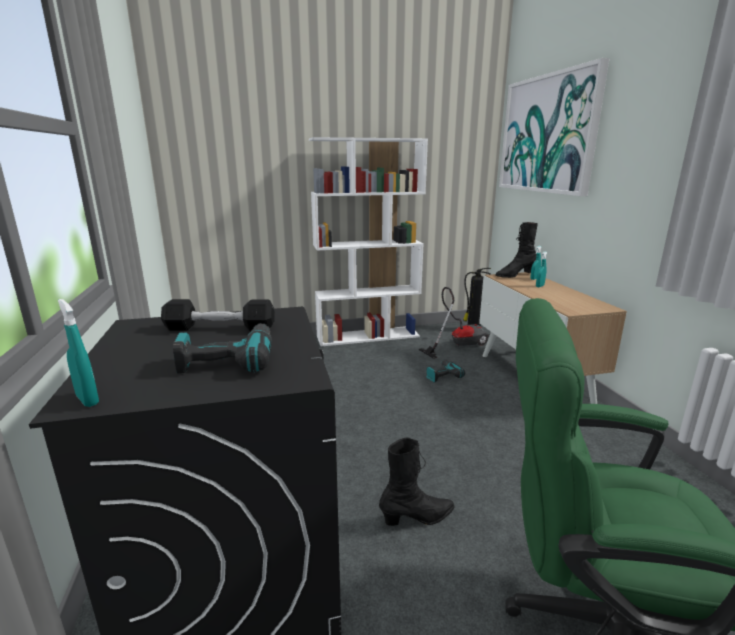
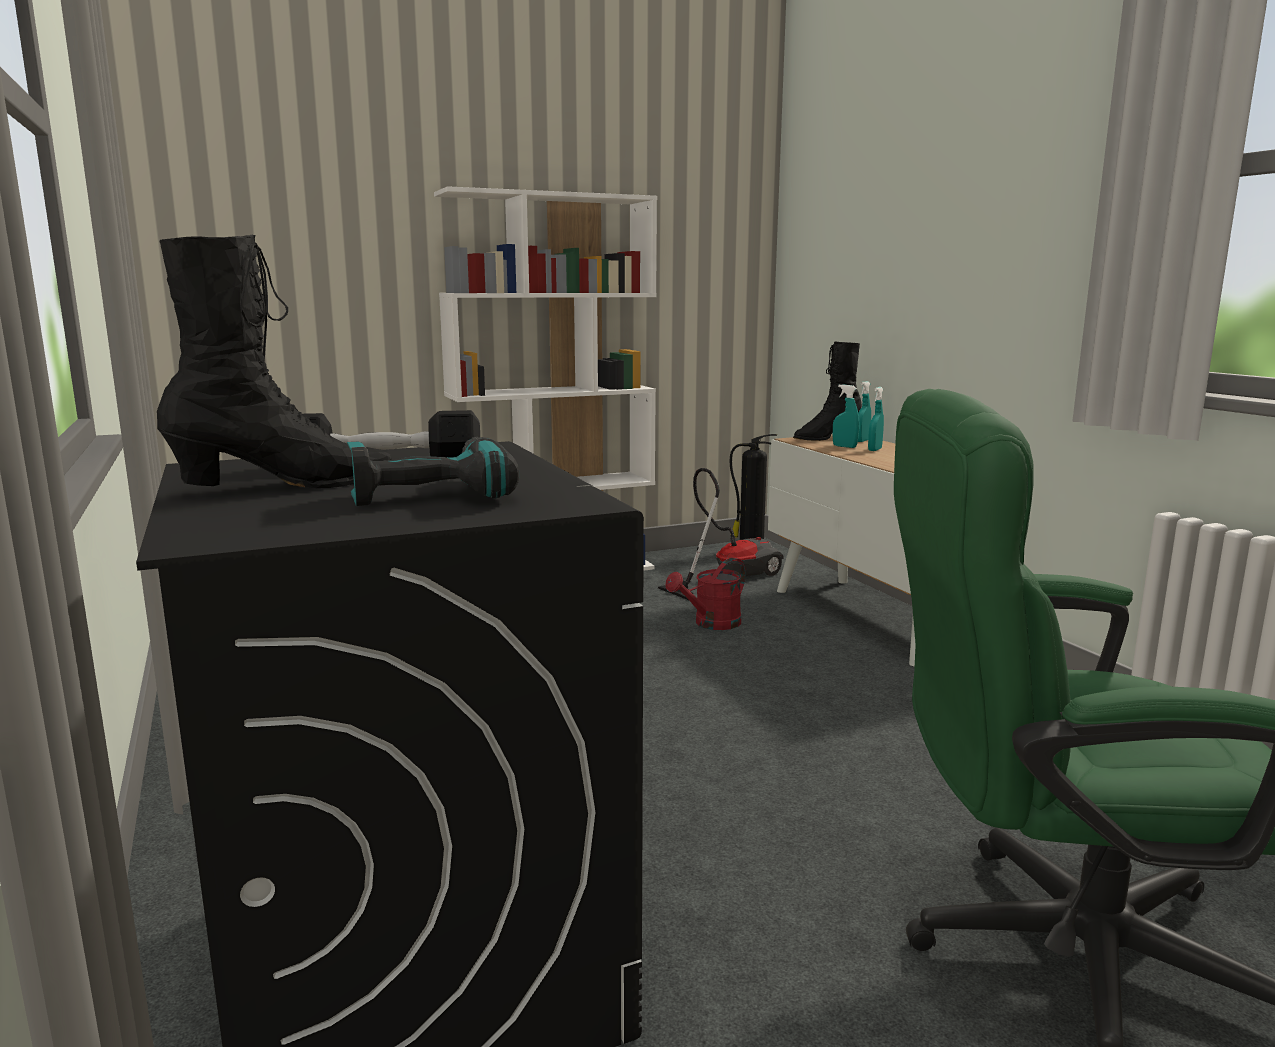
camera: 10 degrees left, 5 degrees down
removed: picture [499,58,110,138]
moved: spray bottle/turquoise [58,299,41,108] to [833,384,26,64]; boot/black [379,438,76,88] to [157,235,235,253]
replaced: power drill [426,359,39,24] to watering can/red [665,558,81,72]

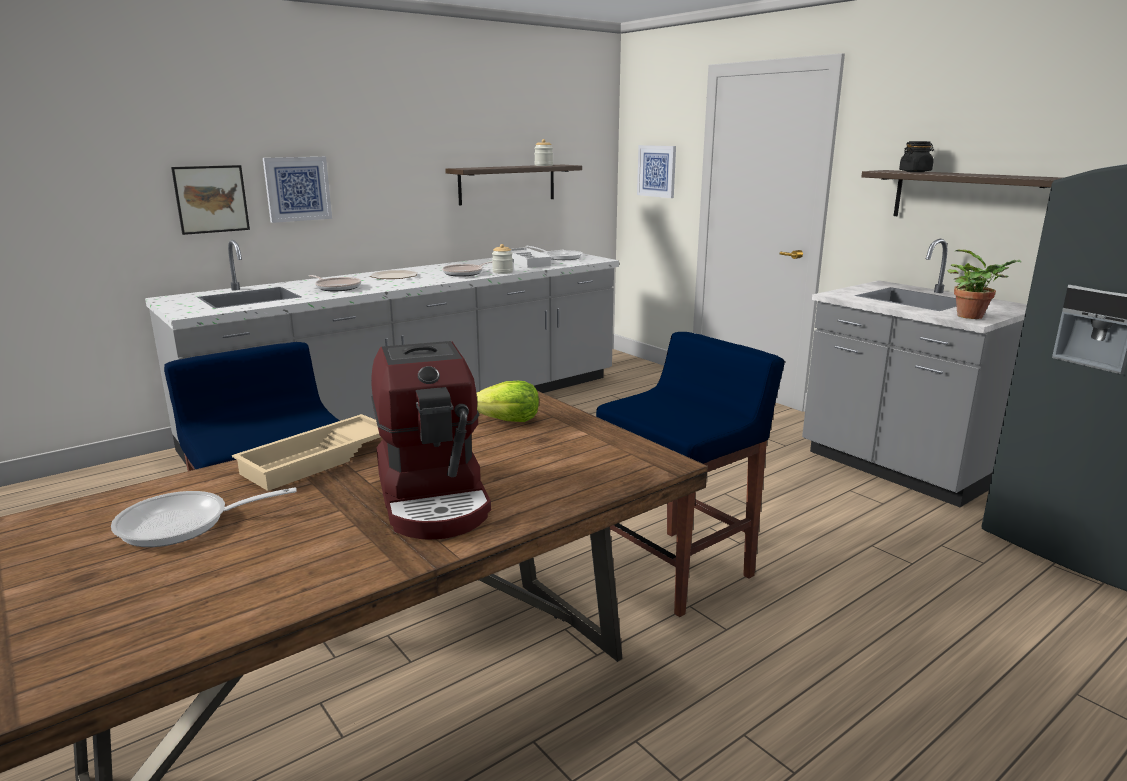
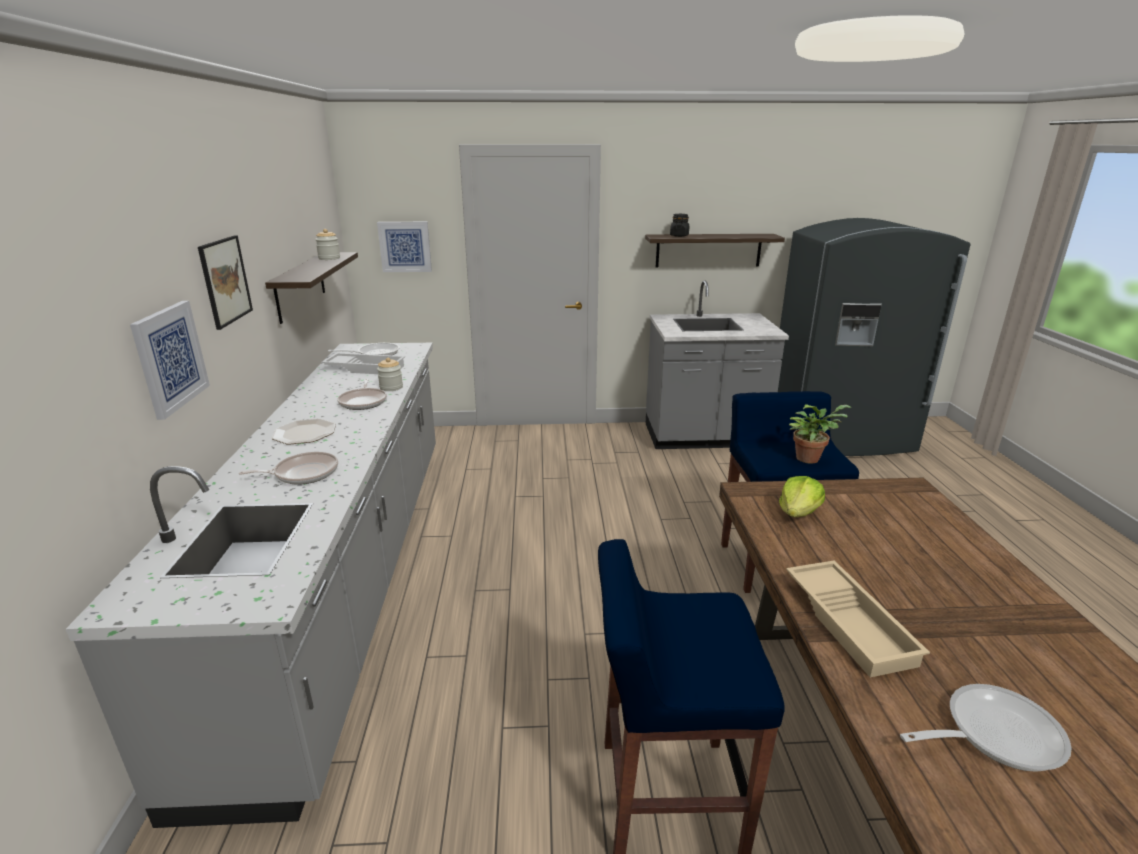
camera: 55 degrees left, 5 degrees up
removed: coffee machine [371,341,120,198]
moved: picture [171,165,79,70] to [198,235,55,95]; potted plant [947,250,75,69] to [789,404,62,60]
turned: frying pan [111,487,186,60] = [900,684,172,88] 120 degrees counterclockwise

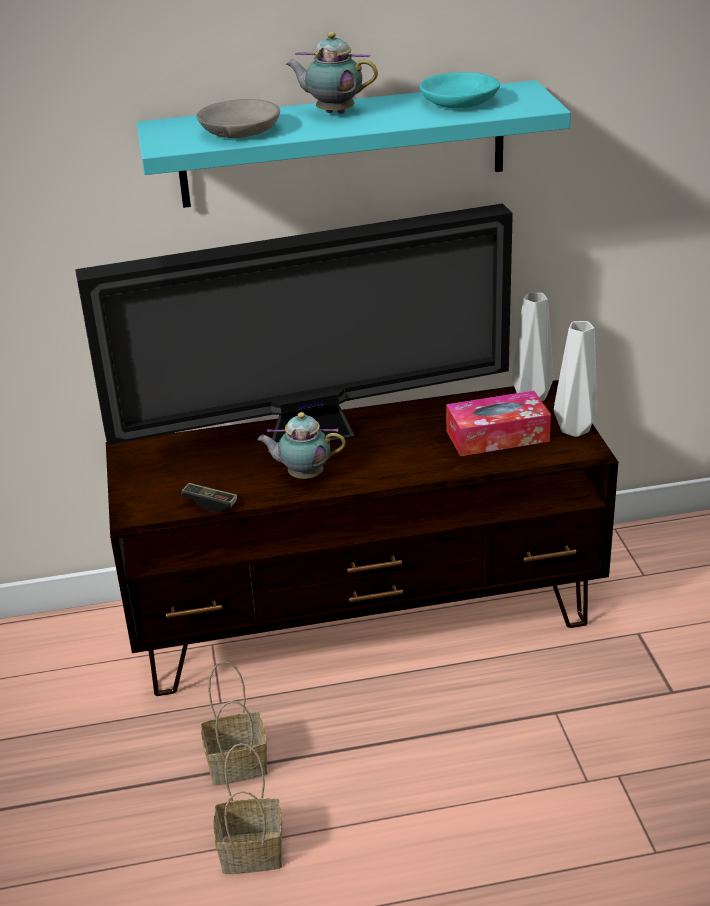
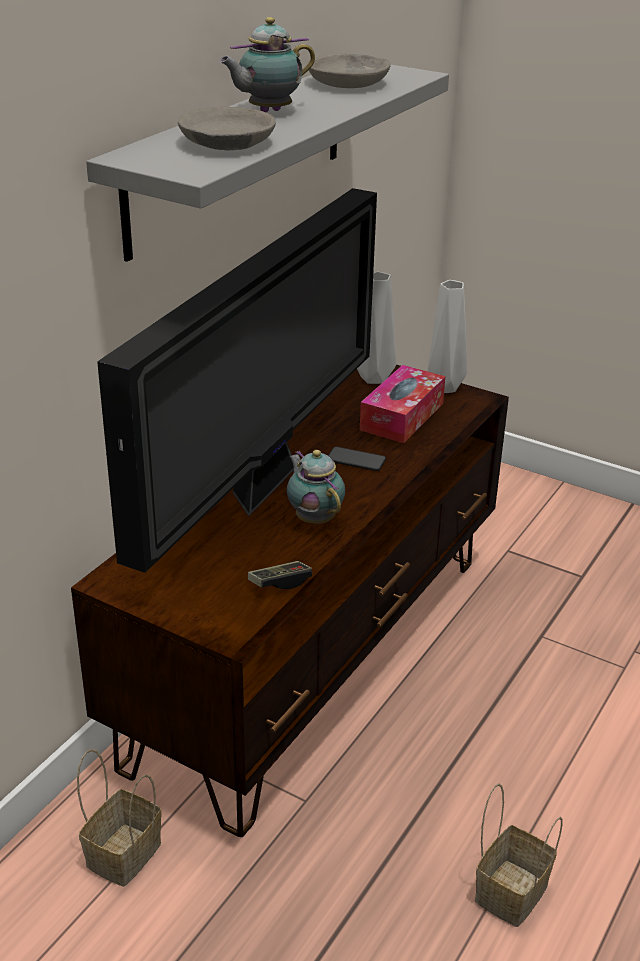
camera: 50 degrees left, 0 degrees up
added: phone [328,447,58,24]
moved: basket [201,661,67,124] to [77,749,85,138]
recoloured: bowl/turquoise [419,72,81,36] to bowl/grey [307,54,83,34]; shelf/turquoise [137,80,434,128] to shelf/grey [86,64,363,198]
turned: teapot [257,412,89,67] = [287,450,58,74] 105 degrees clockwise

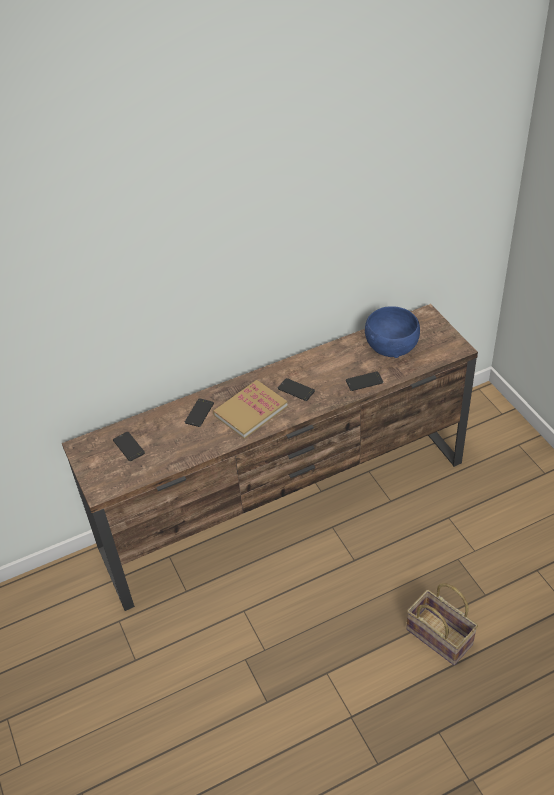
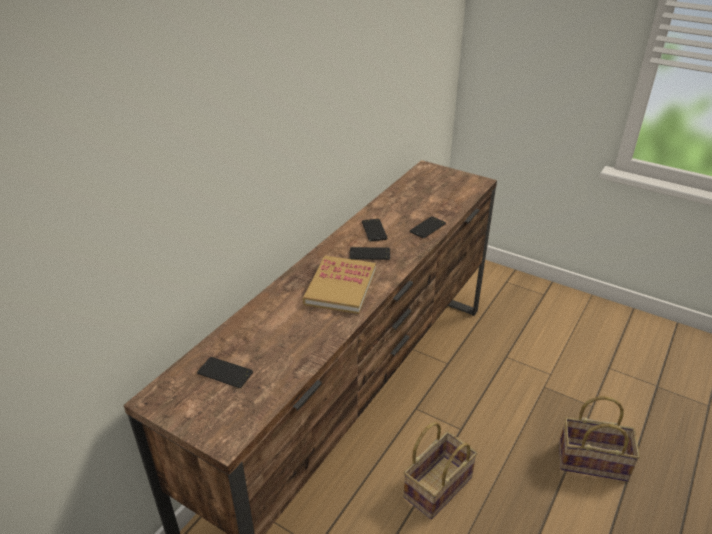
camera: 35 degrees left, 10 degrees down
removed: bowl/blue [365,306,55,52]
added: basket [403,422,75,97]
moved: phone [185,398,29,29] to [362,219,26,22]

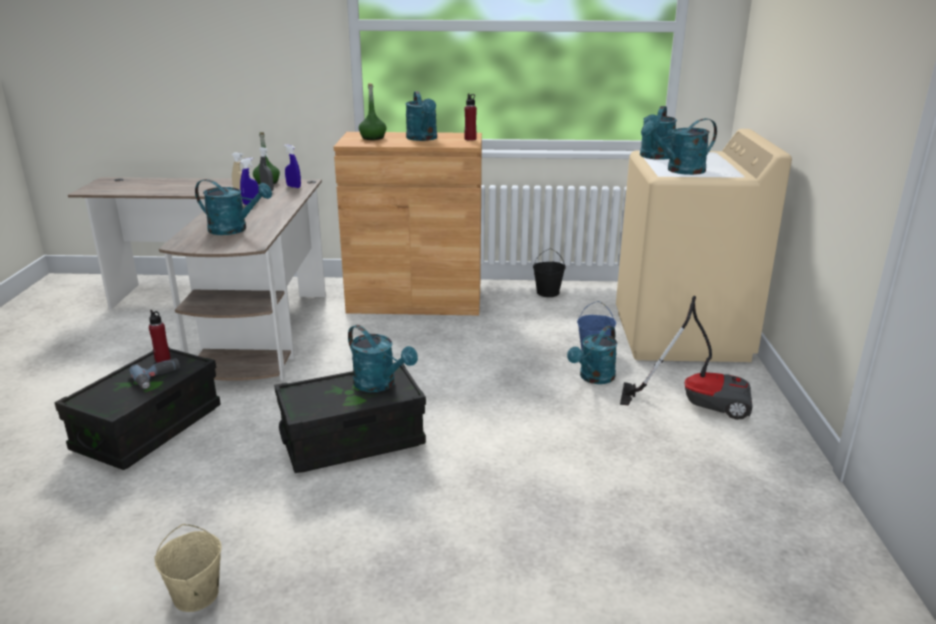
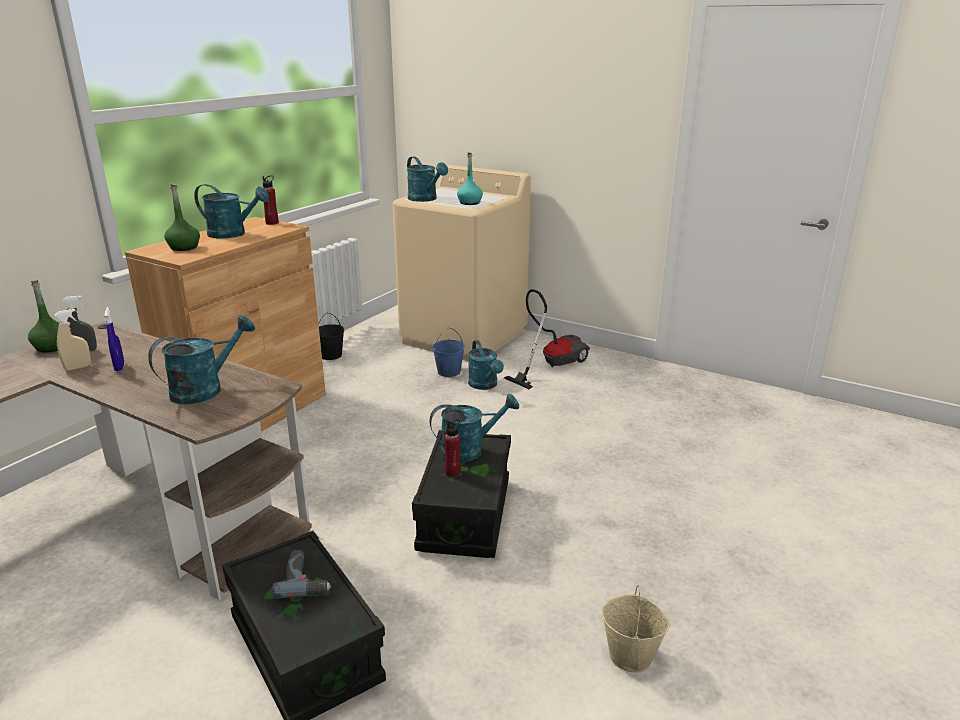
camera: 60 degrees left, 0 degrees up
removed: spray bottle/blue [284,145,17,43]
moved: bottle/red [149,310,22,53] to [444,419,17,58]
replaced: watering can/turquoise [641,118,76,57] to bottle/turquoise [457,152,26,53]

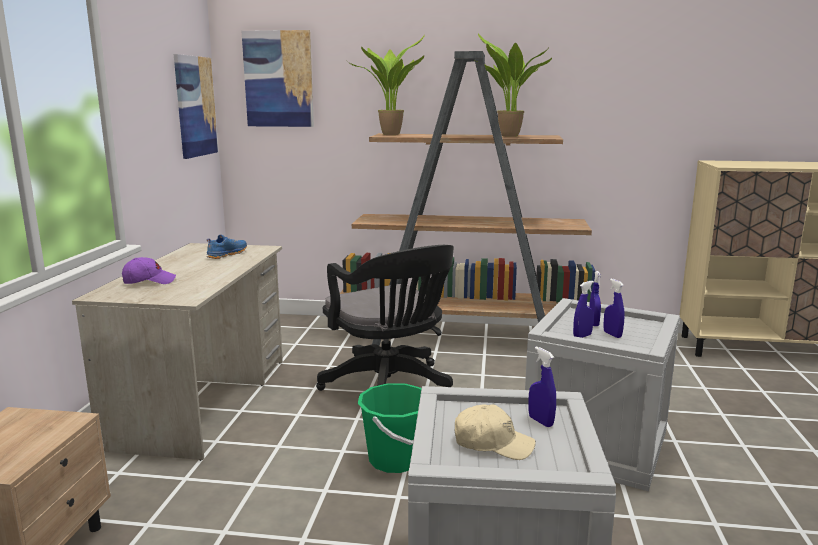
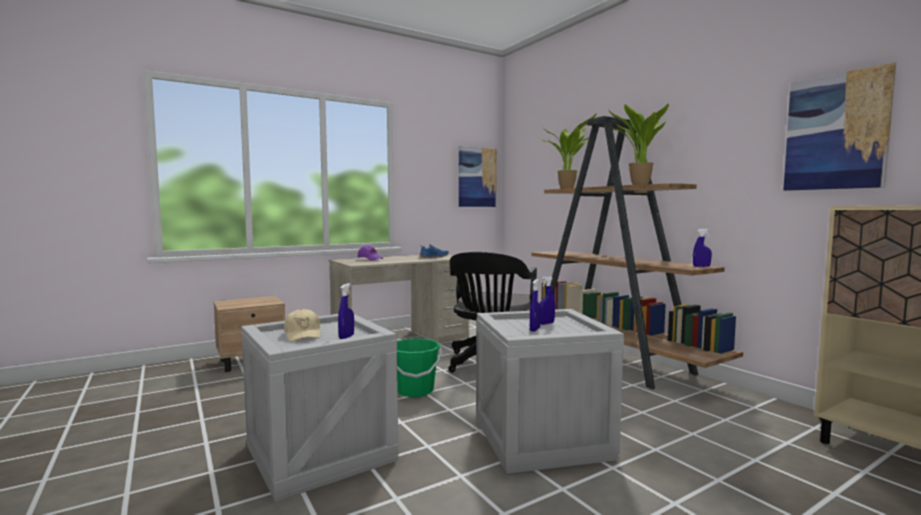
camera: 50 degrees right, 10 degrees down
moved: picture [242,30,72,97] to [783,62,113,129]; spray bottle/blue [573,281,21,57] to [693,229,19,38]

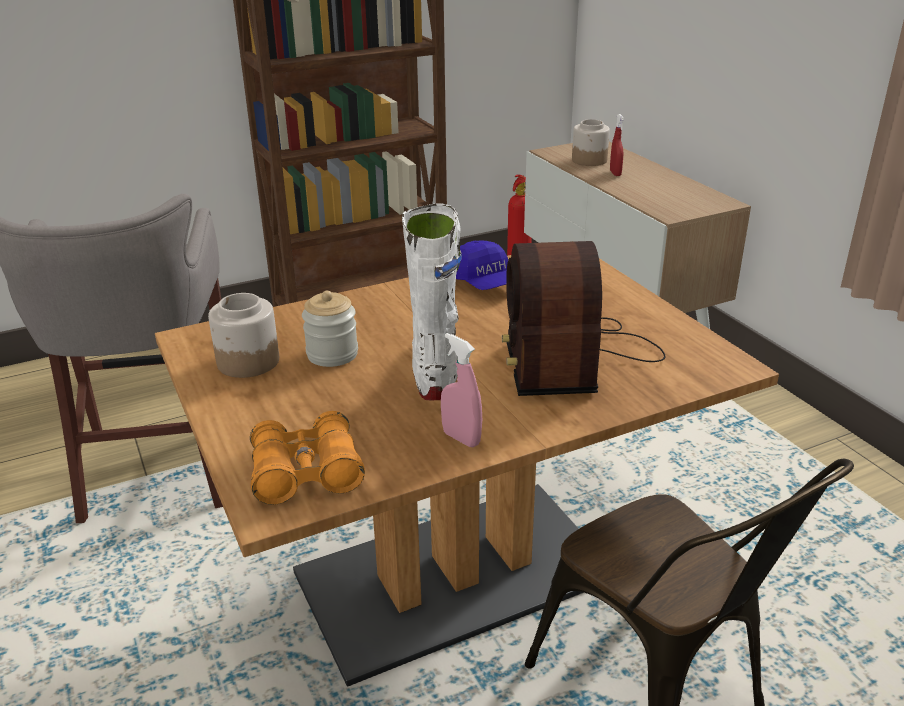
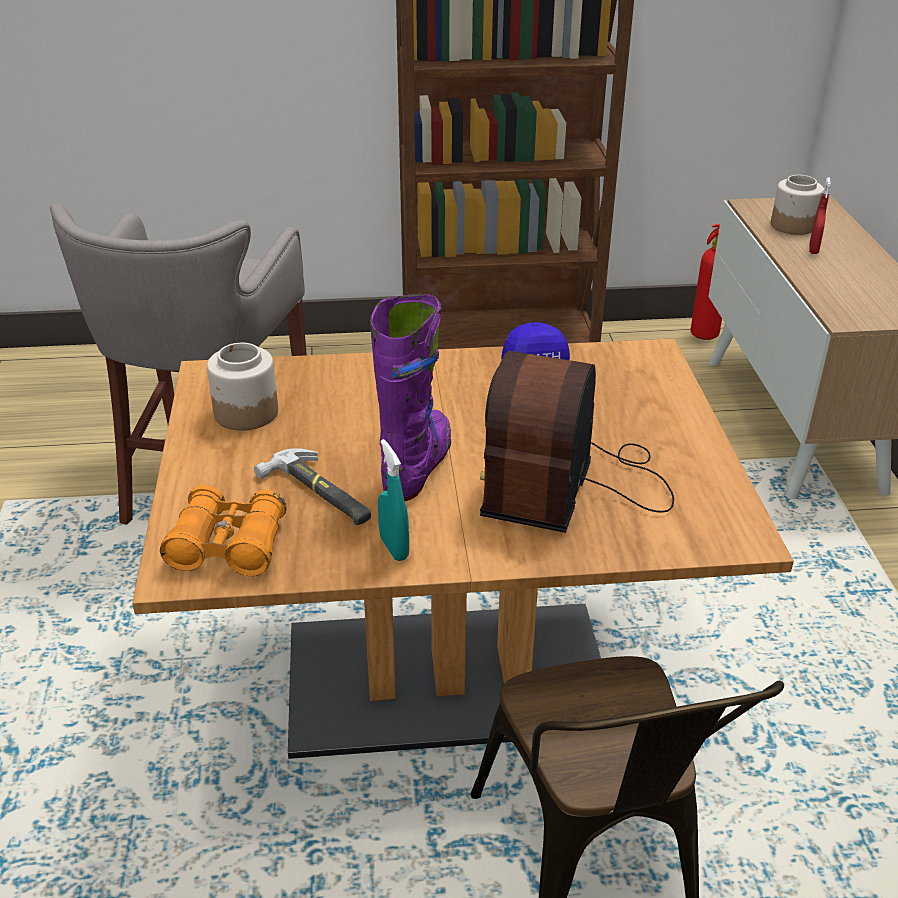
camera: 20 degrees right, 5 degrees up
removed: jar [302,291,56,76]
added: hammer [254,448,117,77]
recoloured: boot/white [402,204,60,197] to boot/purple [370,294,81,207]; spray bottle/pink [441,333,41,114] to spray bottle/turquoise [378,439,31,122]

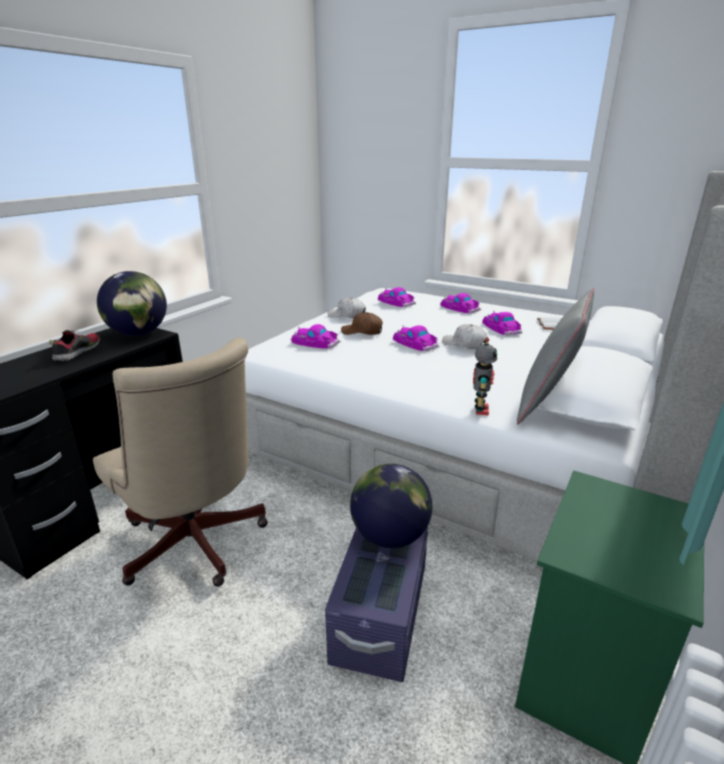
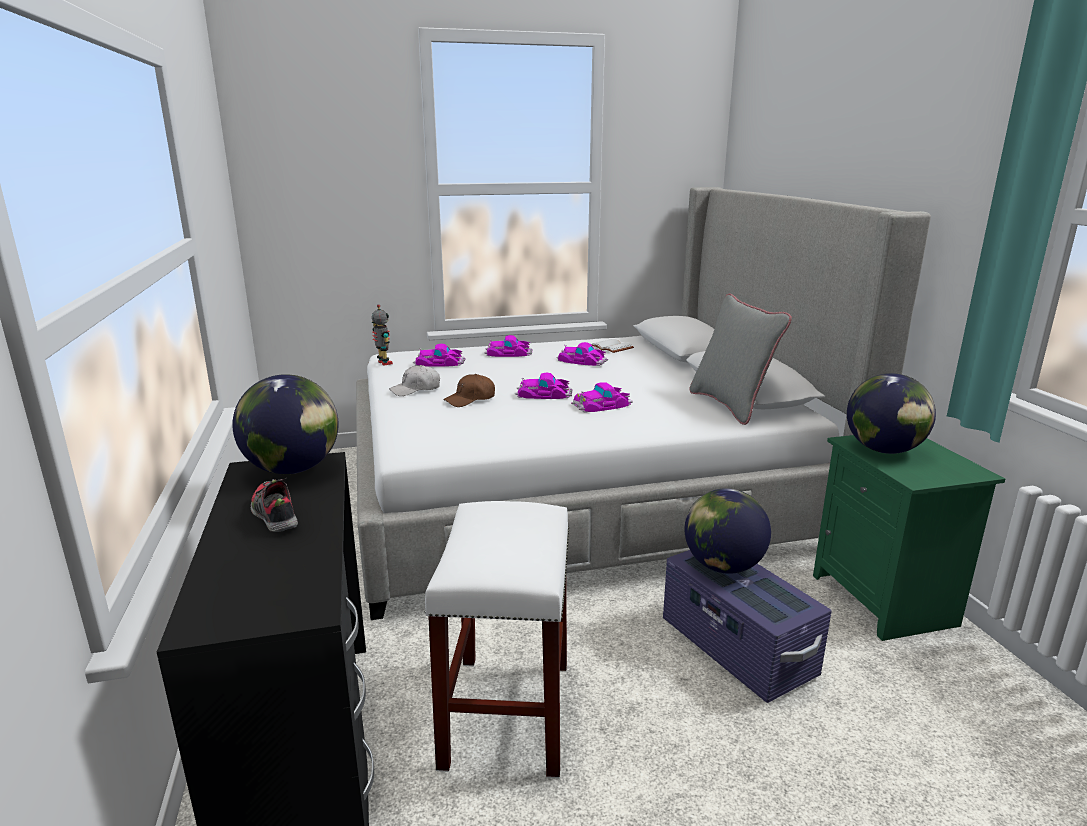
camera: 45 degrees left, 5 degrees down
removed: cap/white [442,324,46,25]
added: globe [847,373,89,81]
moved: toy car [290,324,51,25] to [571,382,62,30]; toy robot [473,338,24,78] to [372,304,21,62]
replaced: office chair/beige [93,337,175,250] to stool/white [425,501,144,277]

